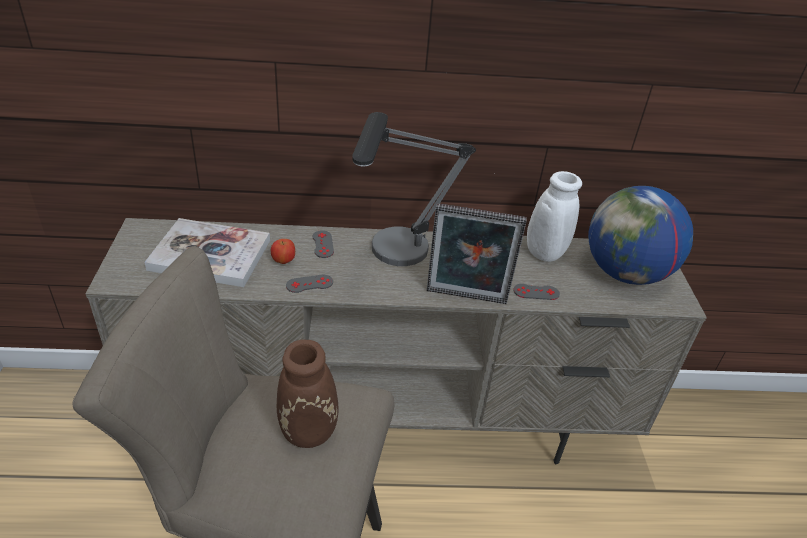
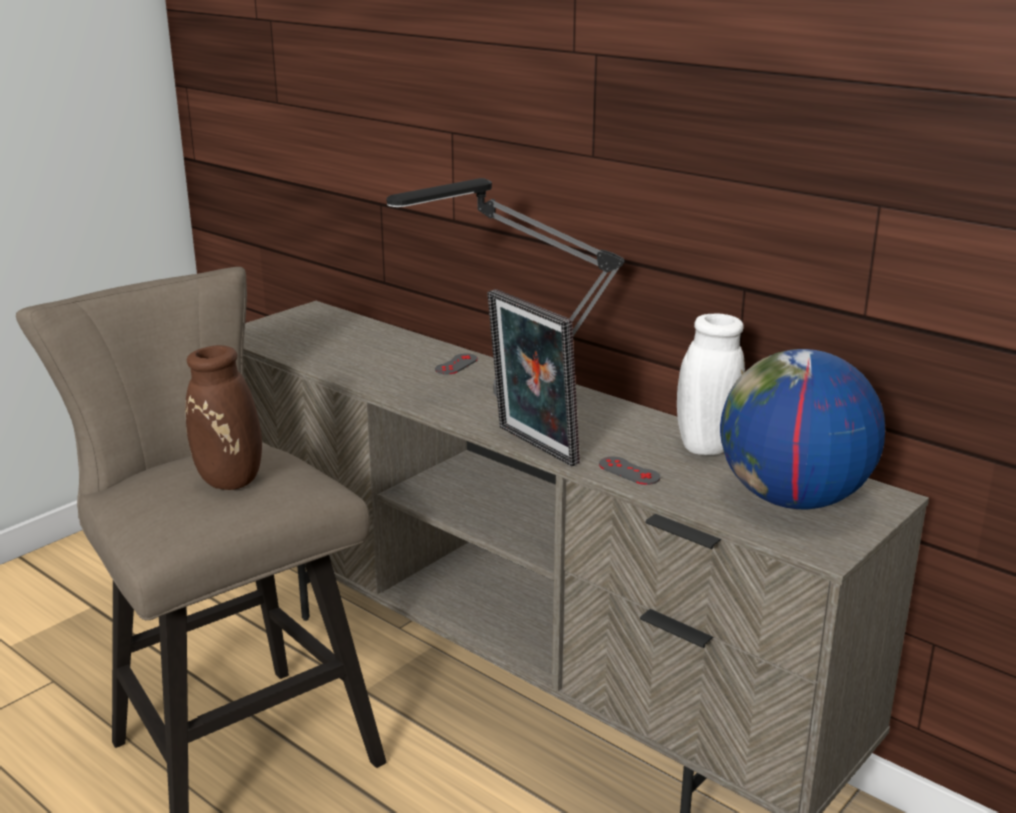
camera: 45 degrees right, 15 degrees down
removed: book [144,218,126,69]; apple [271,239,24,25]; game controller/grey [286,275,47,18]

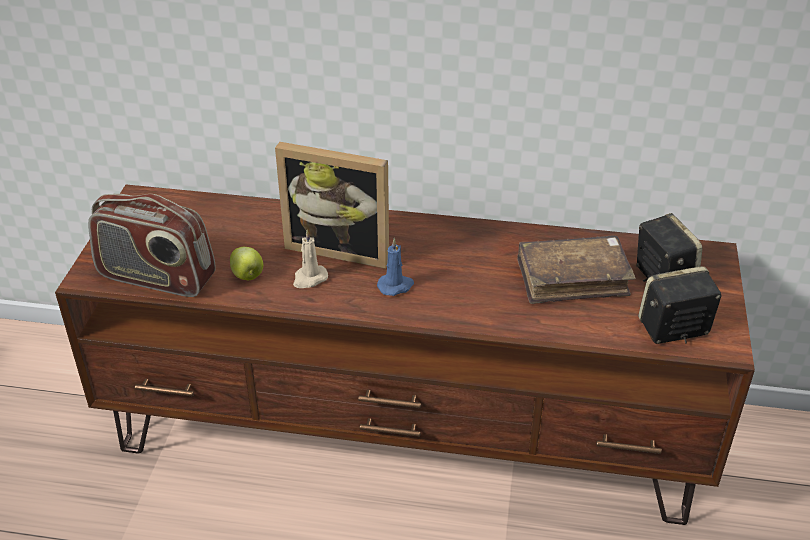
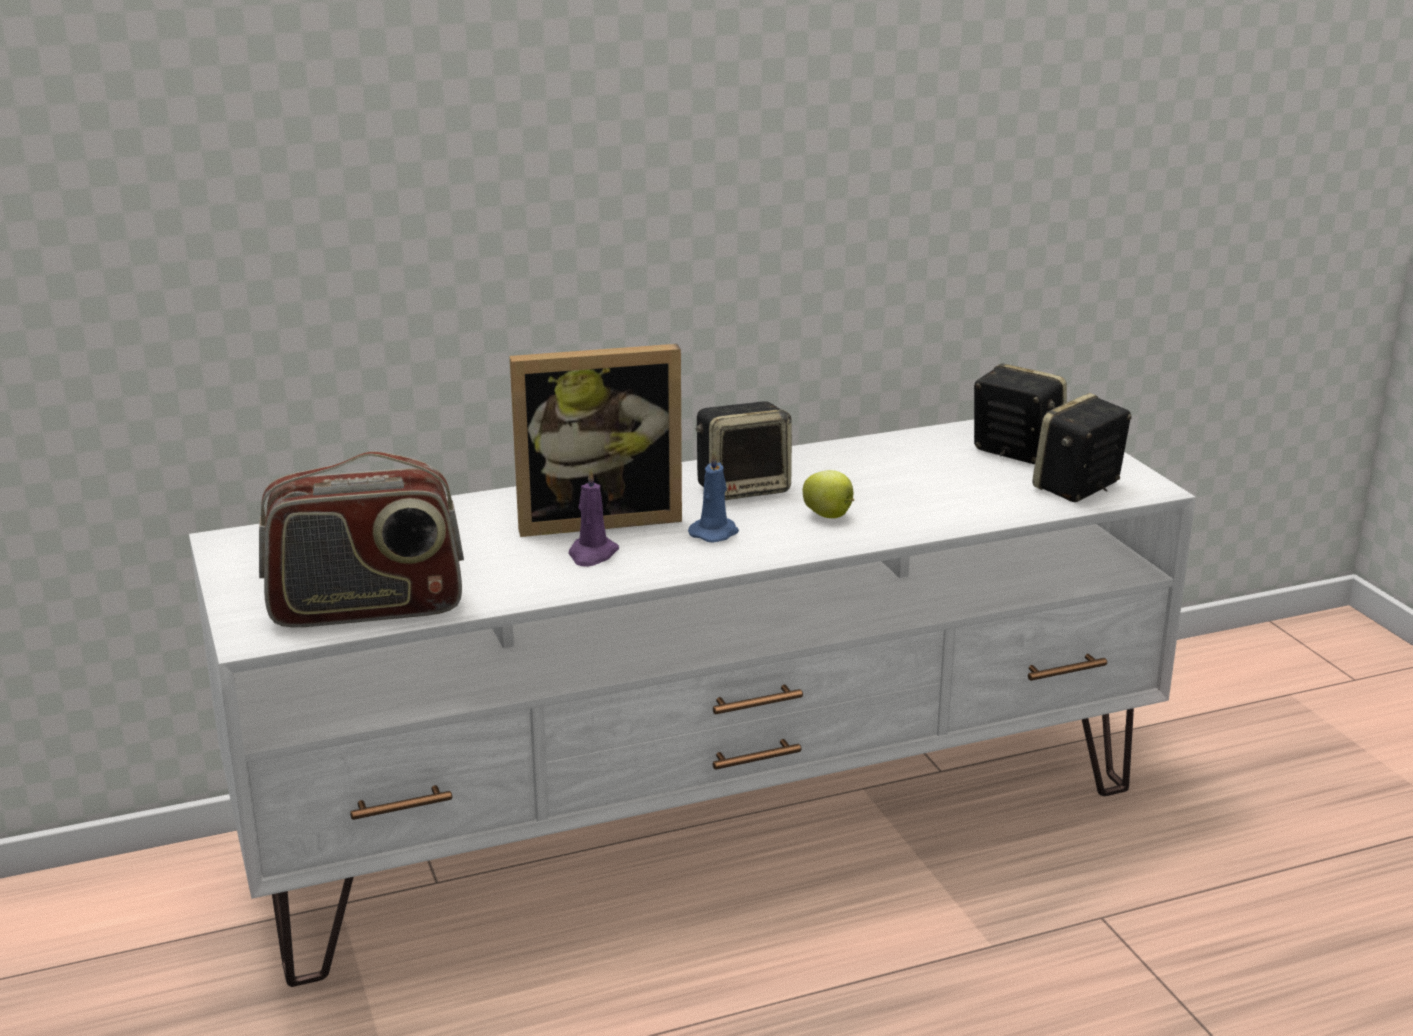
camera: 30 degrees left, 15 degrees down
removed: book/brown [517,235,118,69]
added: speaker [696,401,96,99]
moved: apple [230,247,33,33] to [802,470,52,48]
recoloured: tv stand/brown [55,184,700,341] to tv stand/white [189,419,1007,568]; candle/beige [293,229,35,59] to candle/purple [568,467,51,100]

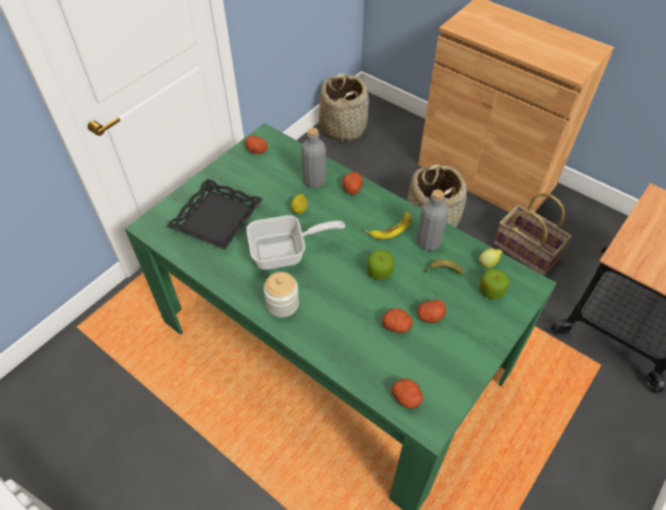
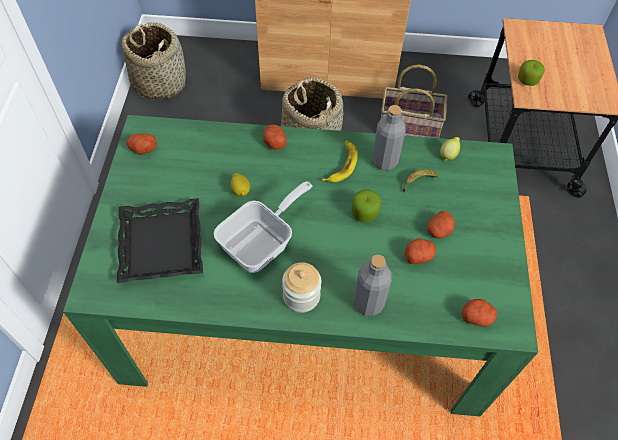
camera: 35 degrees left, 5 degrees up
moved: bottle/grey [301,128,25,60] to [354,255,38,61]; apple [479,268,30,32] to [518,60,27,26]

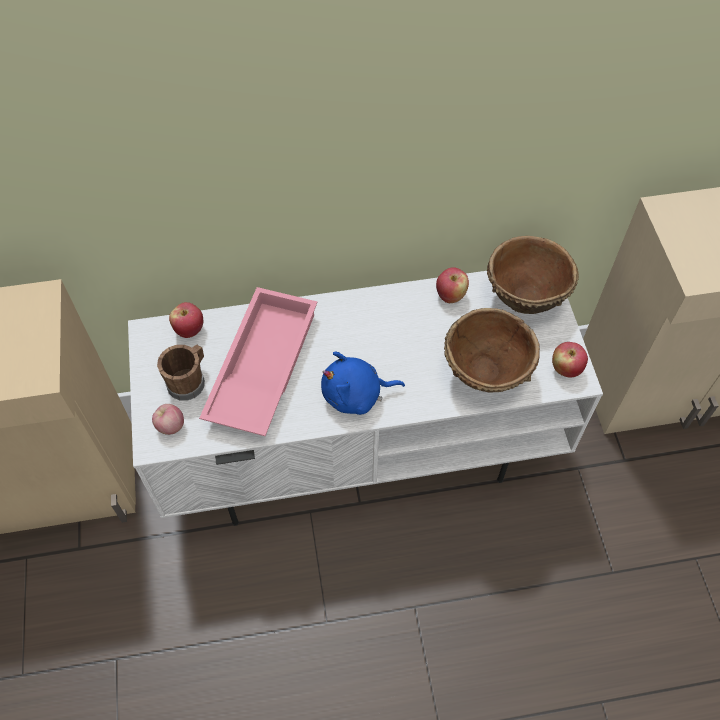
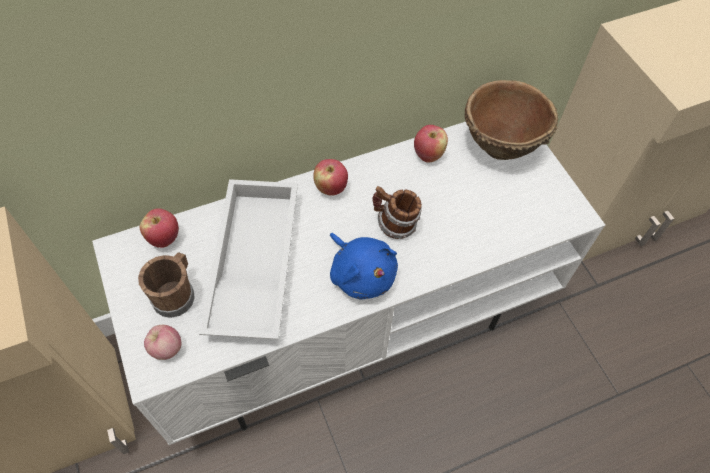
camera: 15 degrees left, 0 degrees up
removed: bowl/brown [444,308,96,85]
added: mug [372,186,50,53]
moved: apple [552,342,36,35] to [313,159,35,37]
recoloured: tray/pink [199,287,118,149] to tray/white [199,179,99,161]
turned: plush toy/blue [321,352,84,63] = [330,233,68,67] 105 degrees counterclockwise

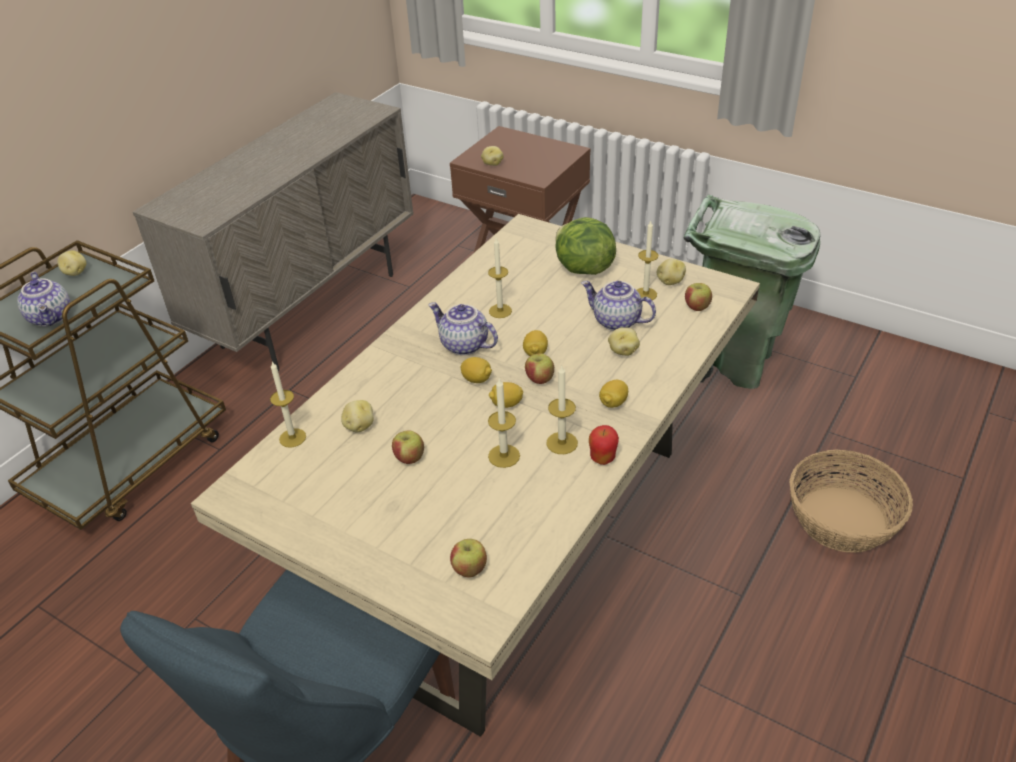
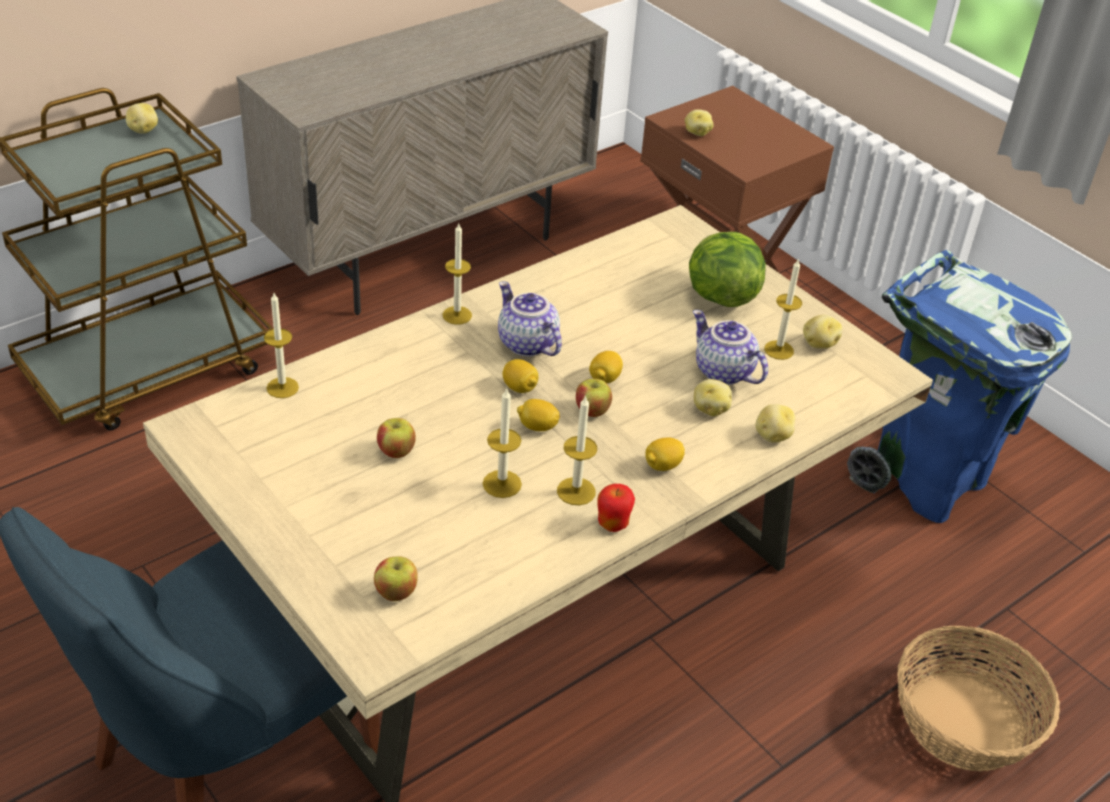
camera: 15 degrees right, 0 degrees up
removed: teapot [17,272,53,55]; apple [685,283,27,28]
moved: candle [488,238,24,80] to [443,222,29,103]; potato [341,400,33,32] to [756,404,39,39]
recoloured: trash can/green [684,195,136,194] to trash can/blue [847,250,225,273]

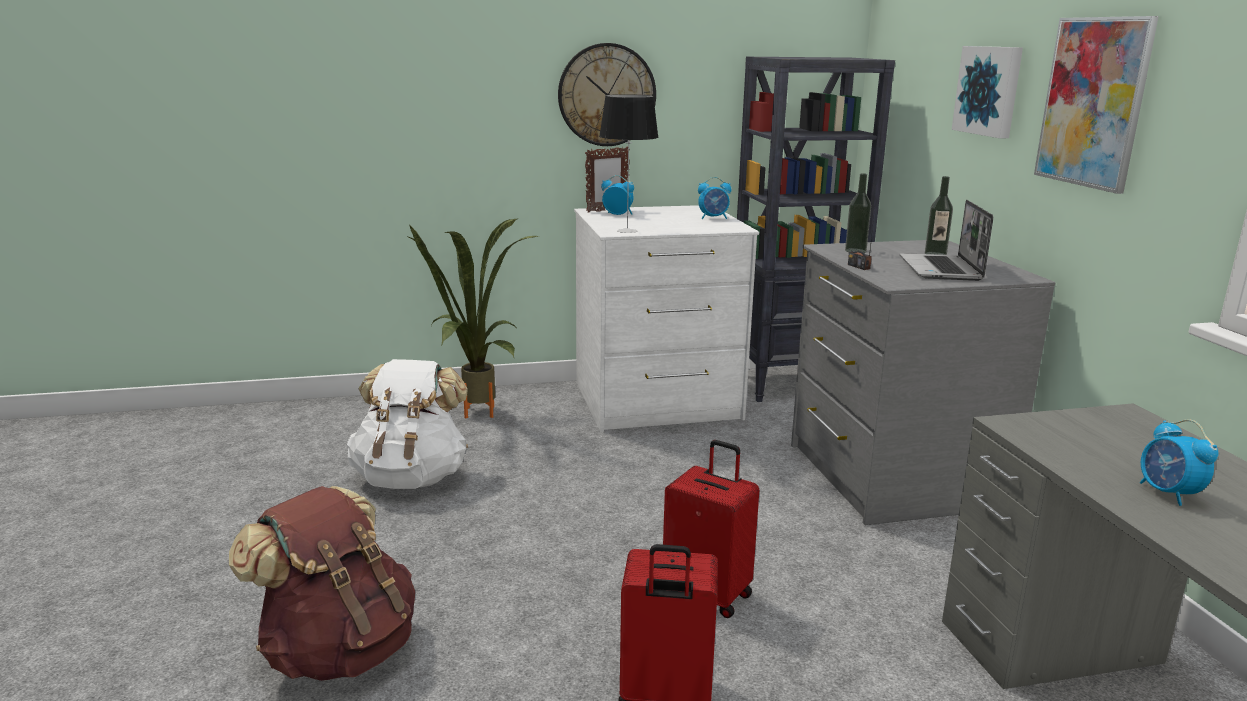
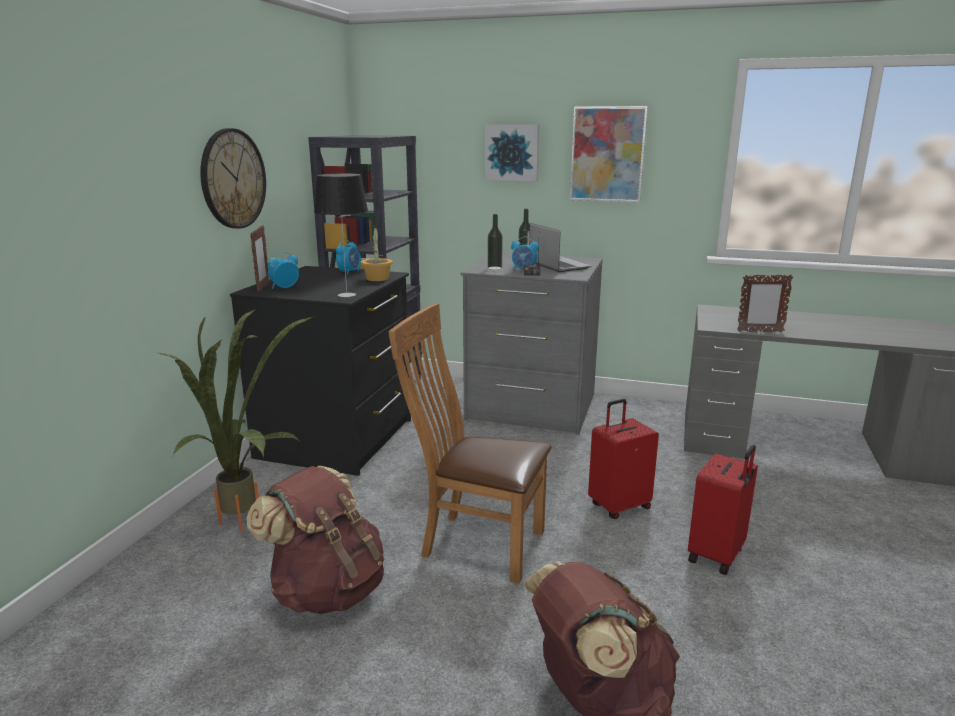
camera: 60 degrees left, 0 degrees up
added: potted plant [361,226,32,55]; picture frame [737,274,56,59]; chair/brown [388,303,164,281]
moved: alarm clock [1140,419,79,87] to [511,236,28,35]
recoloured: dresser/white [574,205,185,227] to dresser/black [230,266,181,210]; backpack/white [347,359,121,130] to backpack/brown [246,466,139,148]
turned: laptop [900,200,93,81] = [529,223,62,49] 150 degrees counterclockwise

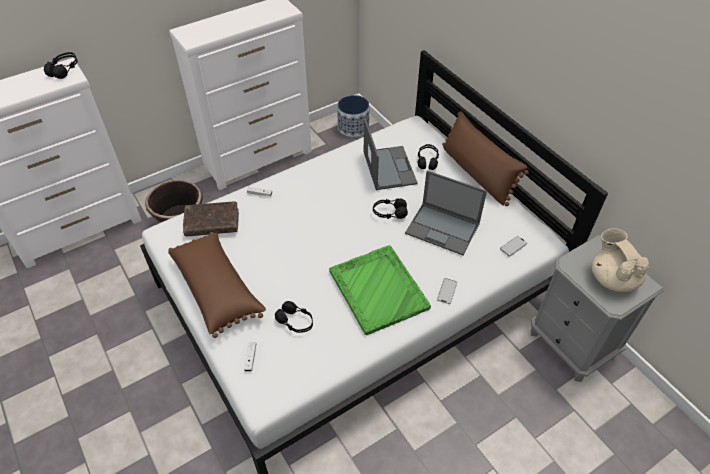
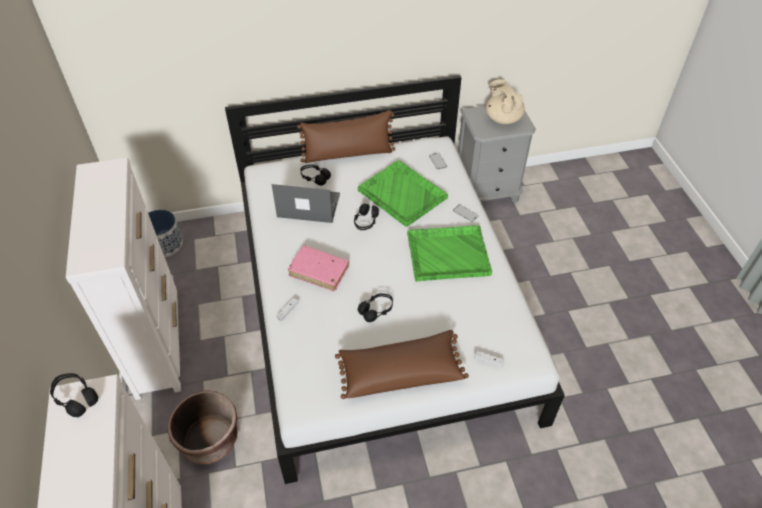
camera: 70 degrees left, 0 degrees up
removed: book/brown [183,201,56,35]
added: book/pink [288,245,61,46]
moved: headphones/black [275,301,38,32] to [358,293,35,29]
replaced: laptop [405,170,82,85] to tray/green [358,160,90,67]
turned: teapot/beige [591,229,58,63] = [486,79,39,45] 60 degrees clockwise

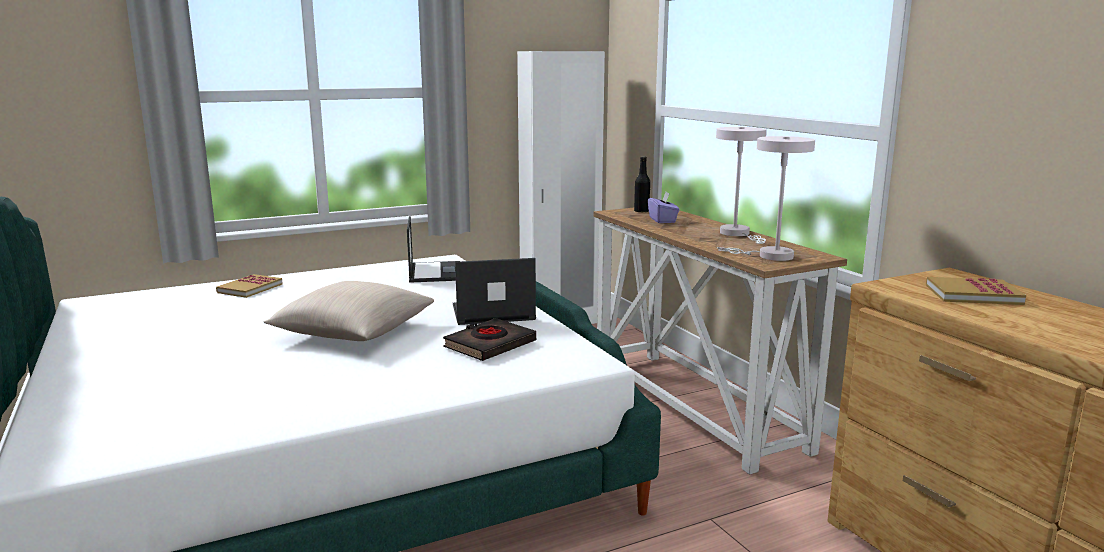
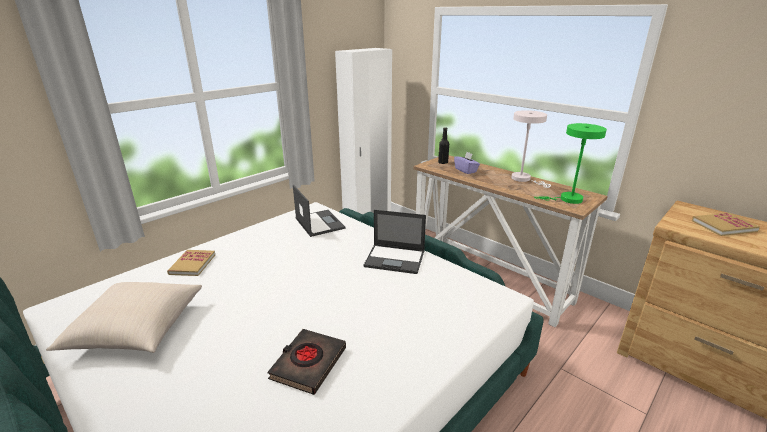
camera: 20 degrees left, 10 degrees up
moved: pillow/beige [264,281,170,60] to [46,282,156,71]; book/black [443,318,93,43] to [267,329,79,66]
recoloured: table lamp/white [717,136,98,125] to table lamp/green [534,123,73,81]
turned: laptop [453,258,83,67] = [363,210,63,64] 135 degrees counterclockwise

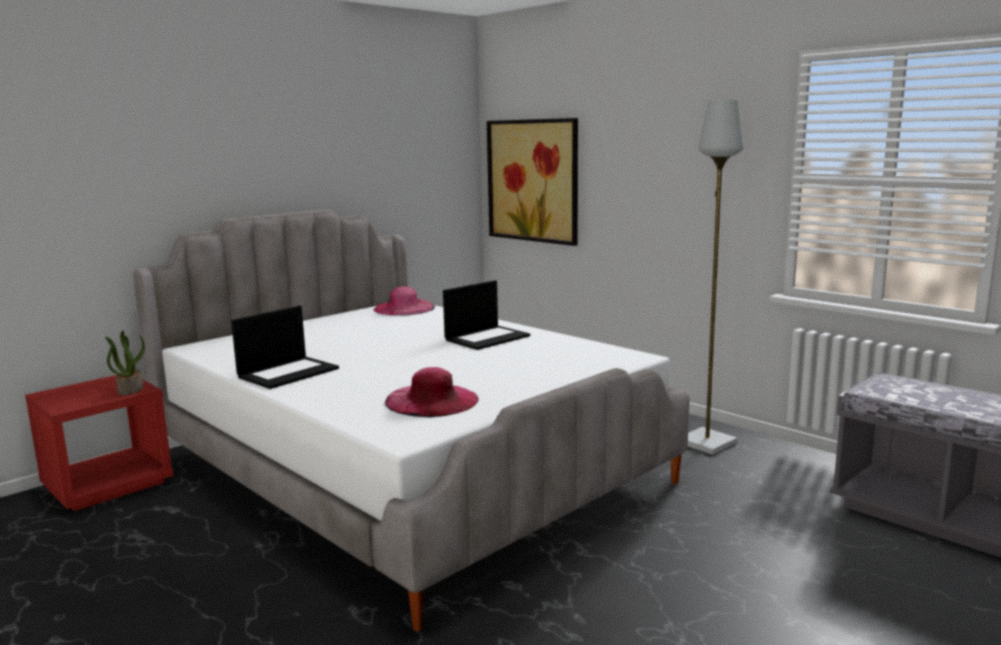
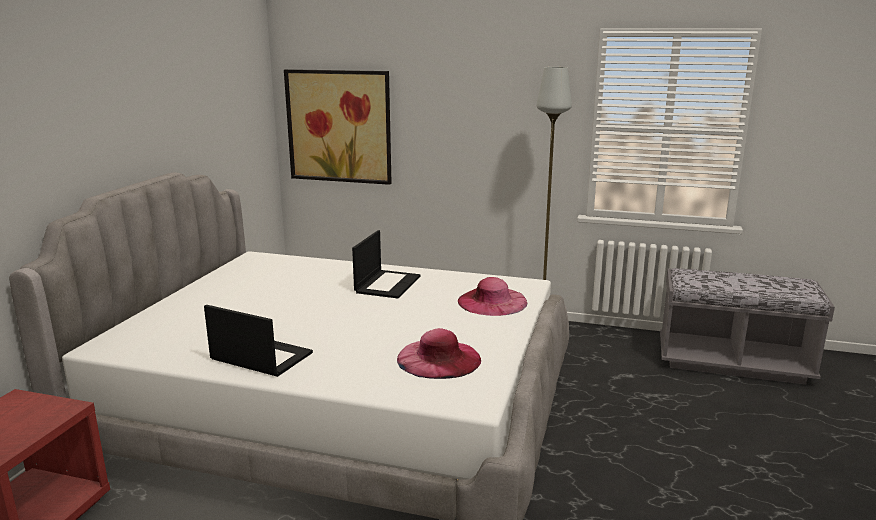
camera: 30 degrees left, 5 degrees up
removed: potted plant [105,331,40,65]
moved: hat/pink [374,286,61,30] to [458,277,69,39]
turned: laptop [231,305,108,84] = [204,305,109,72] 75 degrees counterclockwise

